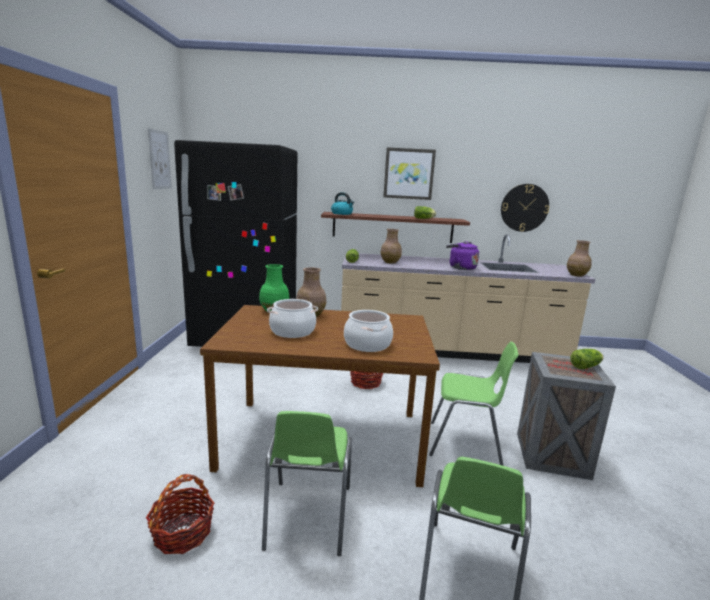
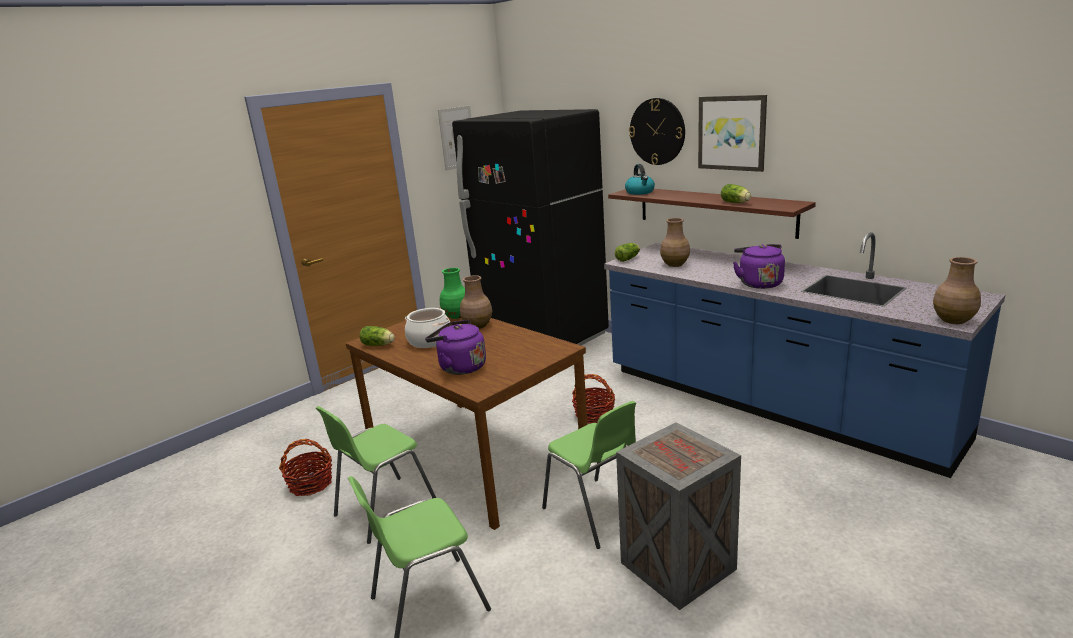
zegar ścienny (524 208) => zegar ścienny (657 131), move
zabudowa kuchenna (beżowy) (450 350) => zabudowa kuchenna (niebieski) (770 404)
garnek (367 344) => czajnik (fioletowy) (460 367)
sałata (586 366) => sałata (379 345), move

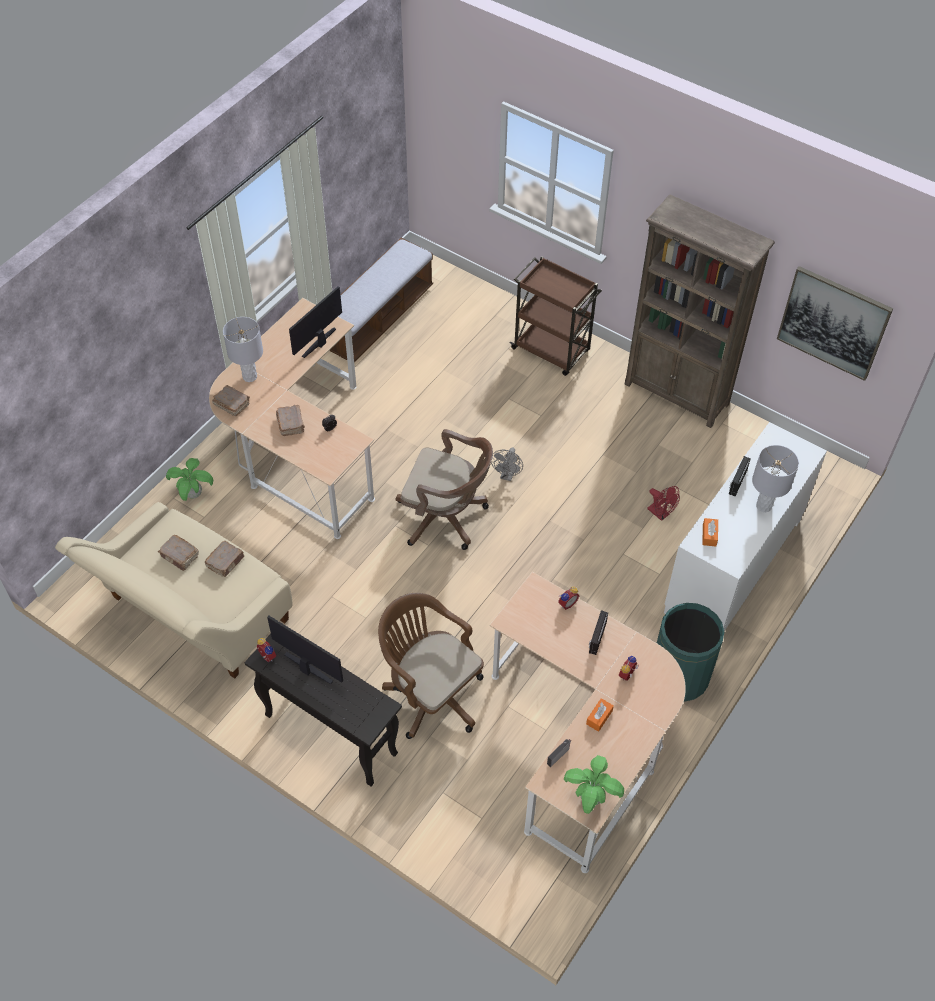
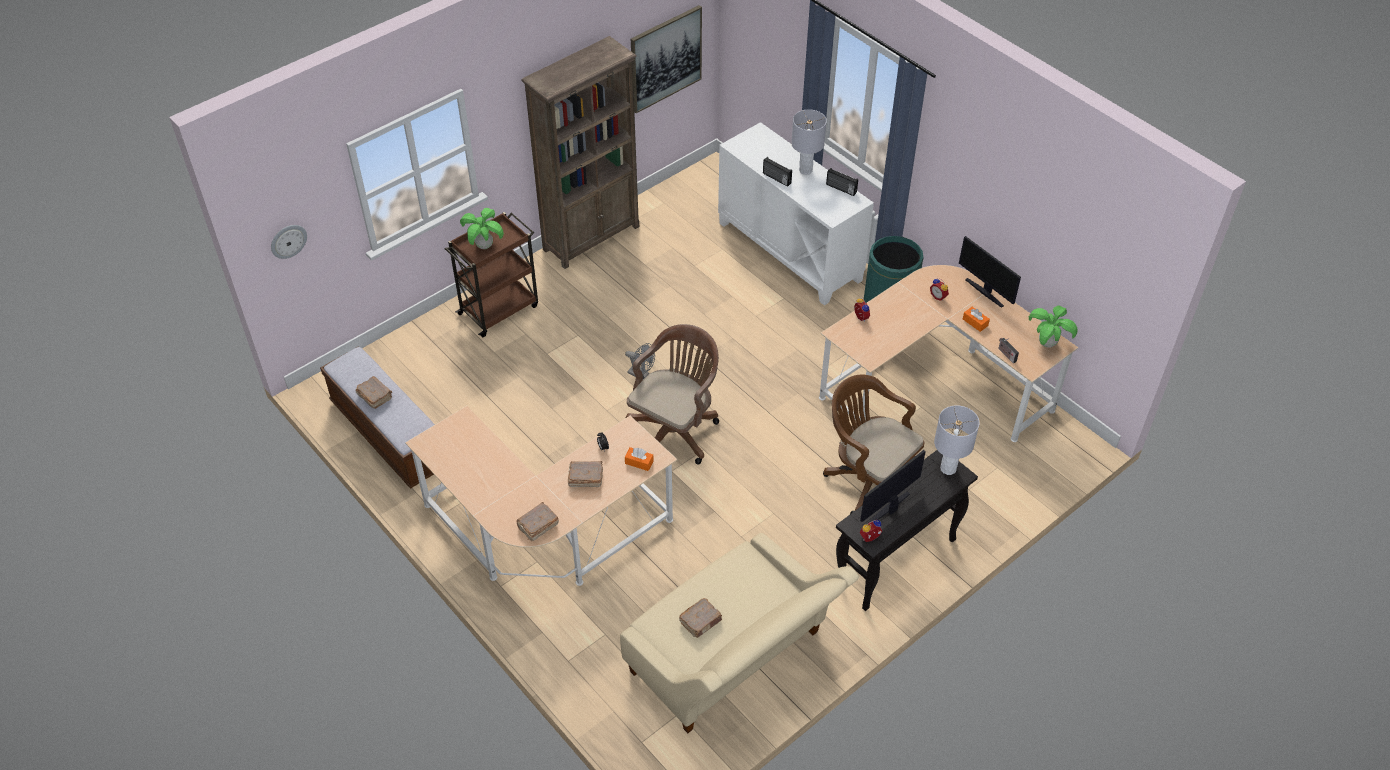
monitor (320 343) => monitor (985 292), move
lampa stołowa (szary) (250 377) => lampa stołowa (szary) (948 468), move
roślina doniczkowa (193 494) => roślina doniczkowa (484 246), move
wentylator (czerwony) (661 514) => nothing
pudełko chusteczek (pomarańczowy) (709 535) => pudełko chusteczek (pomarańczowy) (639 462), move
książka (brązowy) (226 562) => książka (brązowy) (375 396), move
krzesło biurowe (brązowy) (430 693) => krzesło biurowe (brązowy) (868 479), 75 degrees clockwise
radio (596 638) => radio (841 189), move
nothing => zegar ścienny (288 241)

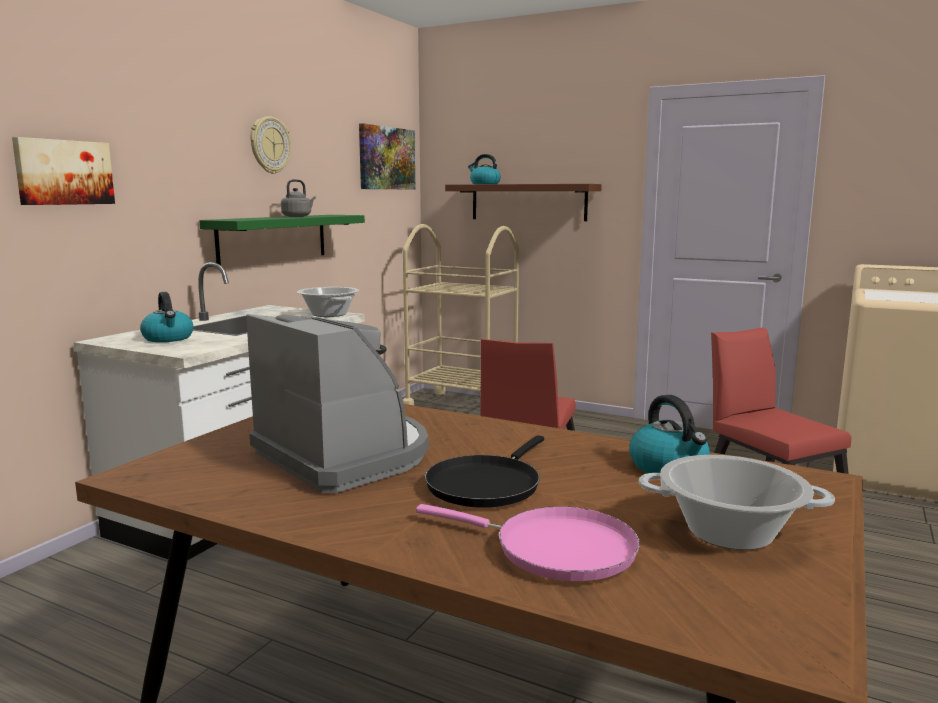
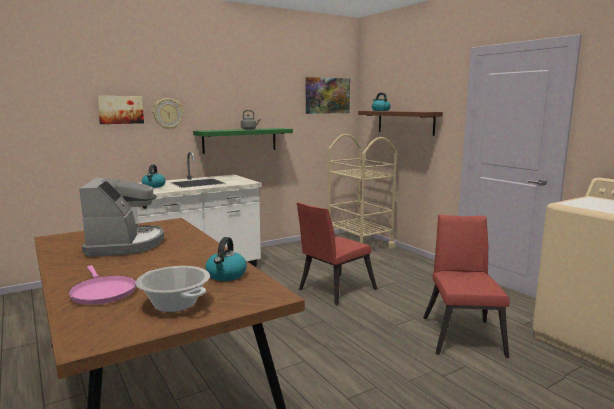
zegar ścienny (269 145) => zegar ścienny (168 114), move
garnek (329 314) => nothing
patelnia (czarny) (486 484) => nothing

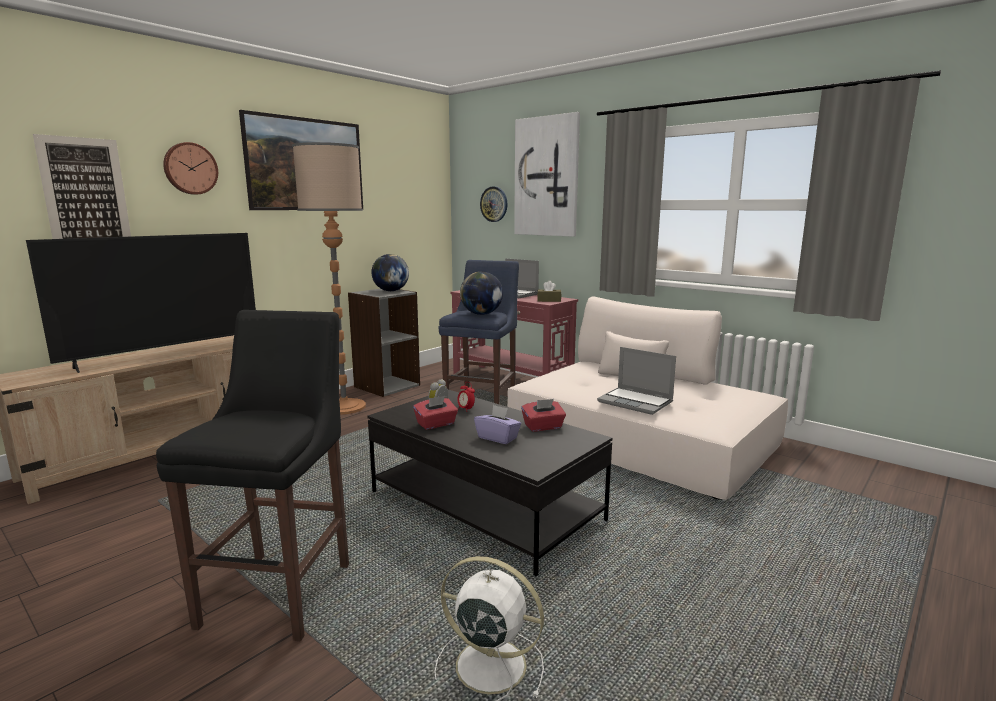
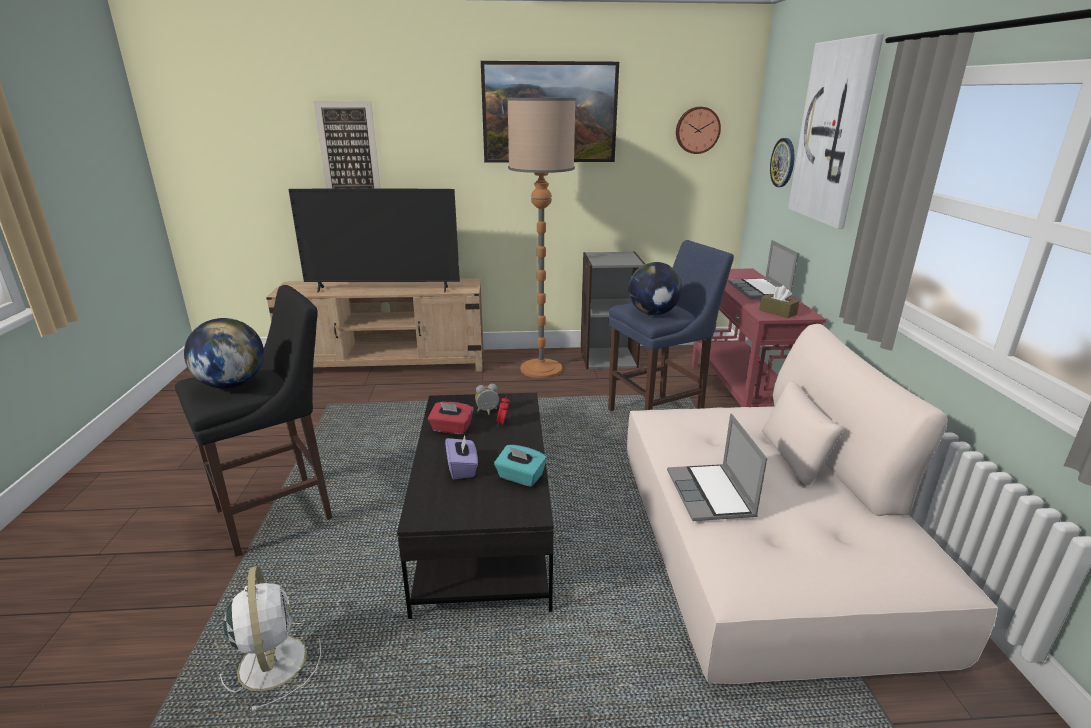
zegar ścienny (190 168) => zegar ścienny (697 130), move
globus (391 291) => globus (232 385), move
pudełko chusteczek (czerwony) (543 427) => pudełko chusteczek (turkusowy) (520 477)

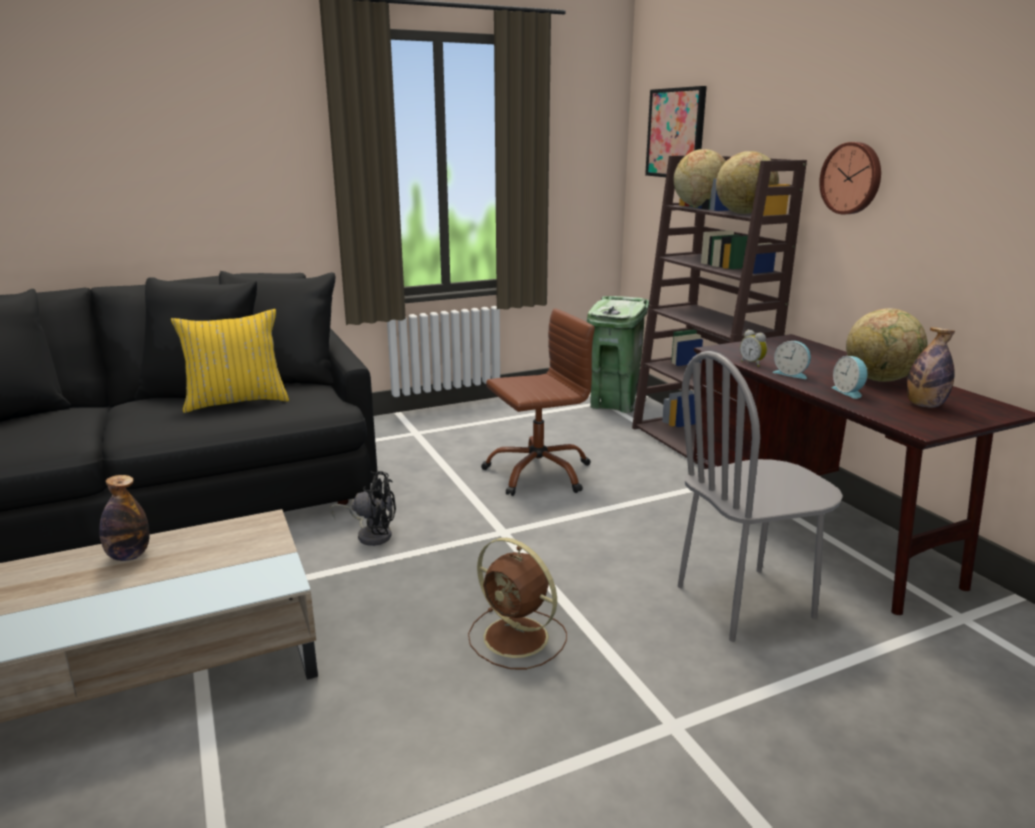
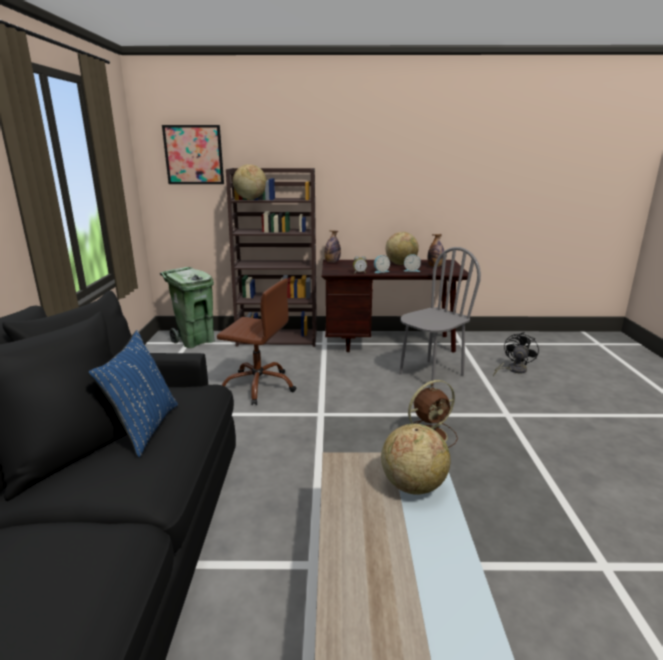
zegar ścienny (852 178) => nothing
globus (744 213) => globus (413 485), move
krzesło biurowe (brązowy) (538 473) => krzesło biurowe (brązowy) (259 386), 105 degrees clockwise
poduszka (żółty) (236 402) => poduszka (niebieski) (144 428)
krzesło (szary) (745 602) => krzesło (szary) (430 374), 135 degrees counterclockwise
wentylator (czarny) (371 534) => wentylator (czarny) (513 370), move
butelka (129 556) => butelka (332 262), move

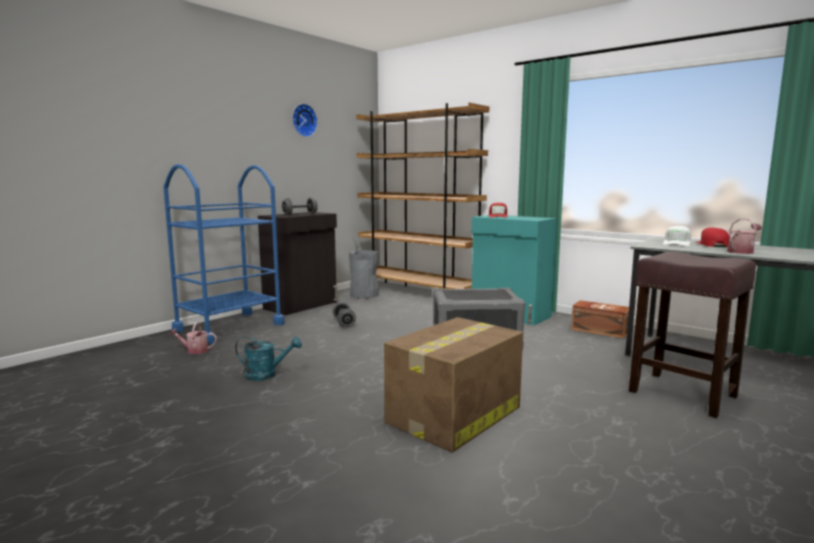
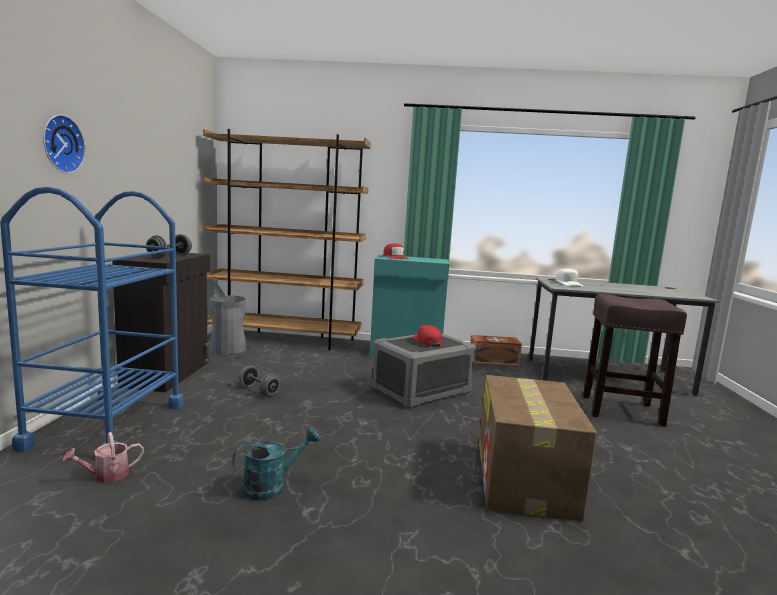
zegar ścienny (303 120) => zegar ścienny (60 144), move
konewka (742 251) => nothing
czapka z daszkiem (czerwony) (712 245) => czapka z daszkiem (czerwony) (426 341), move

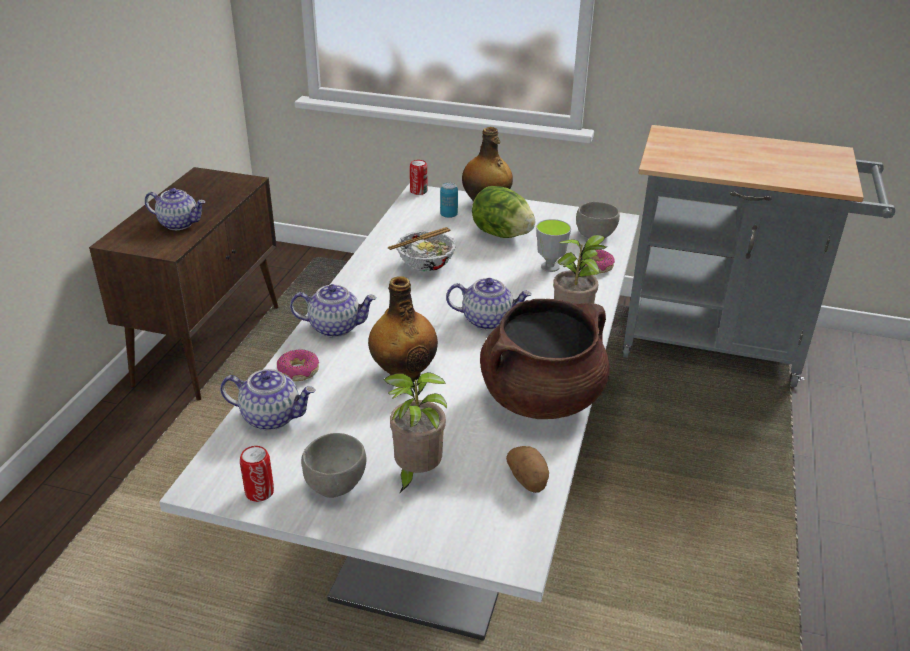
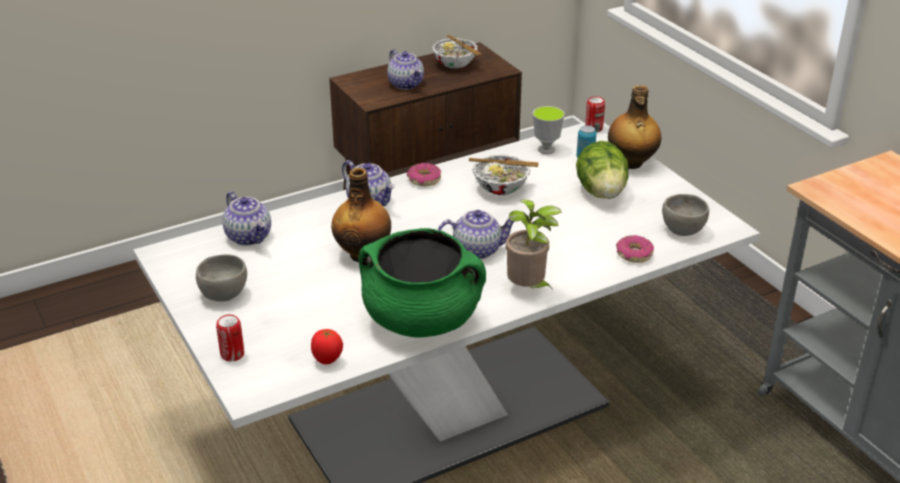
filiżanka (550 267) => filiżanka (546 150), move
imbryk (488 320) => imbryk (477 250), 60 degrees counterclockwise
garnek (brązowy) (541 398) => garnek (zielony) (422 319)
donut (298 372) => donut (424 180), move
roślina doniczkowa (416 474) => nothing
puszka (259 492) => puszka (232 354), move
ziemniak (528 480) => pomidor (327 360)
nothing => miska (455 64)

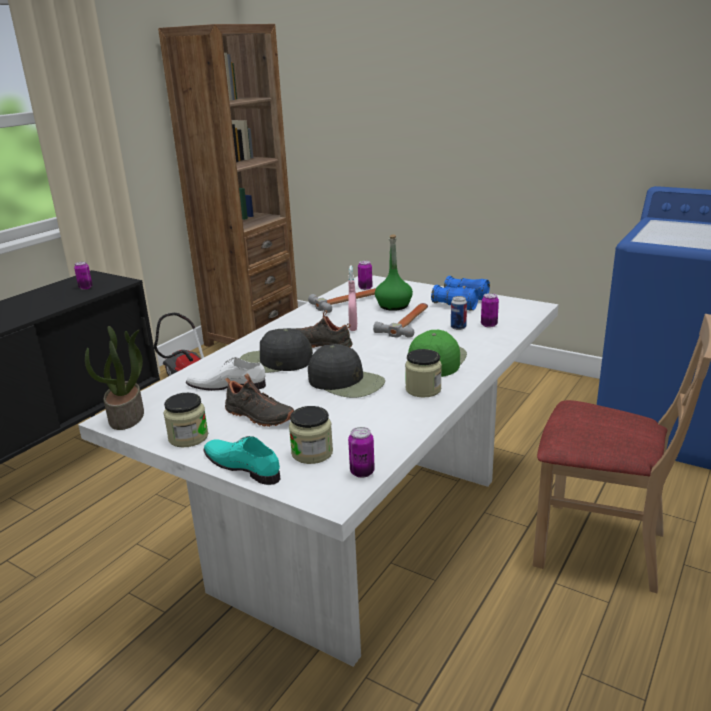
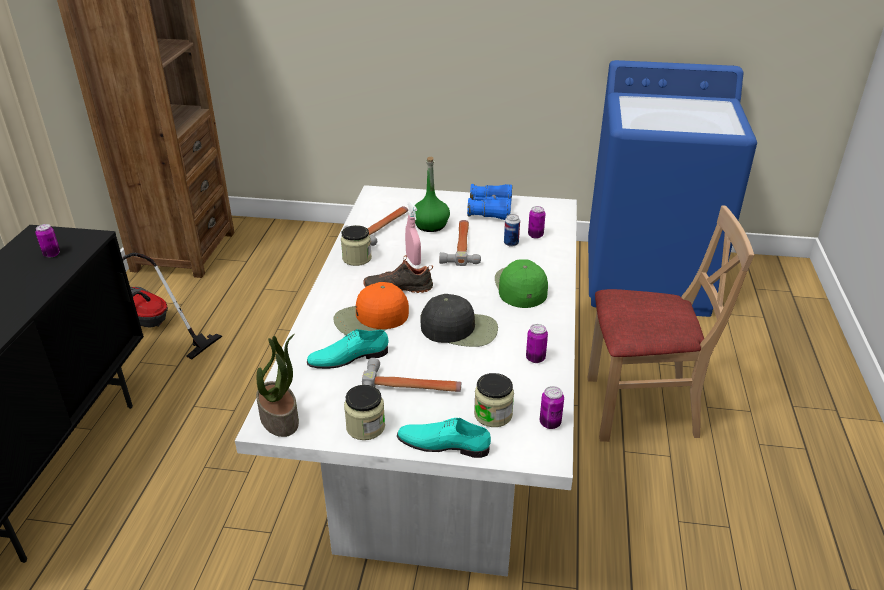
puszka (365 288) => puszka (535 358), move
czapka z daszkiem (czarny) (274 362) => czapka z daszkiem (pomarańczowy) (371 319)
słoik (423 389) => słoik (357 258), move
but (biały) (227 385) => but (turkusowy) (348 357)
but (czarny) (258 417) => młotek (412 387)

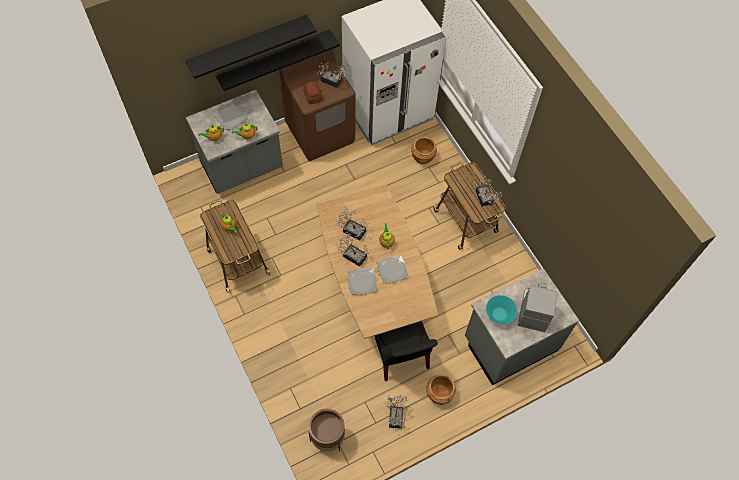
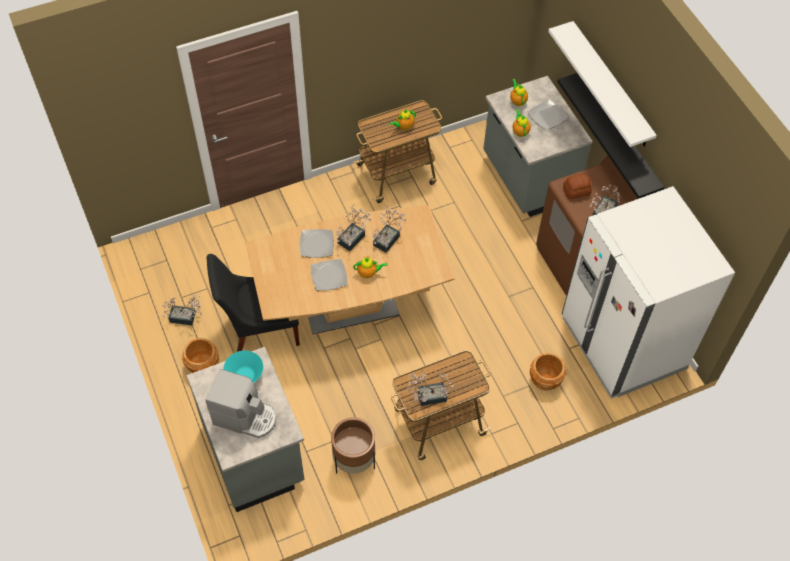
półka (czarny) (248 44) => półka (biały) (611 85)
donica (brązowy) (327 437) => donica (brązowy) (354 461), move

